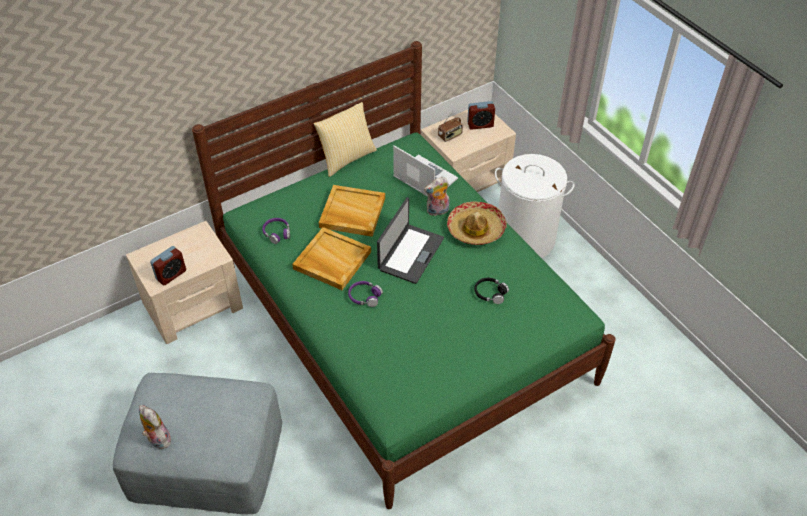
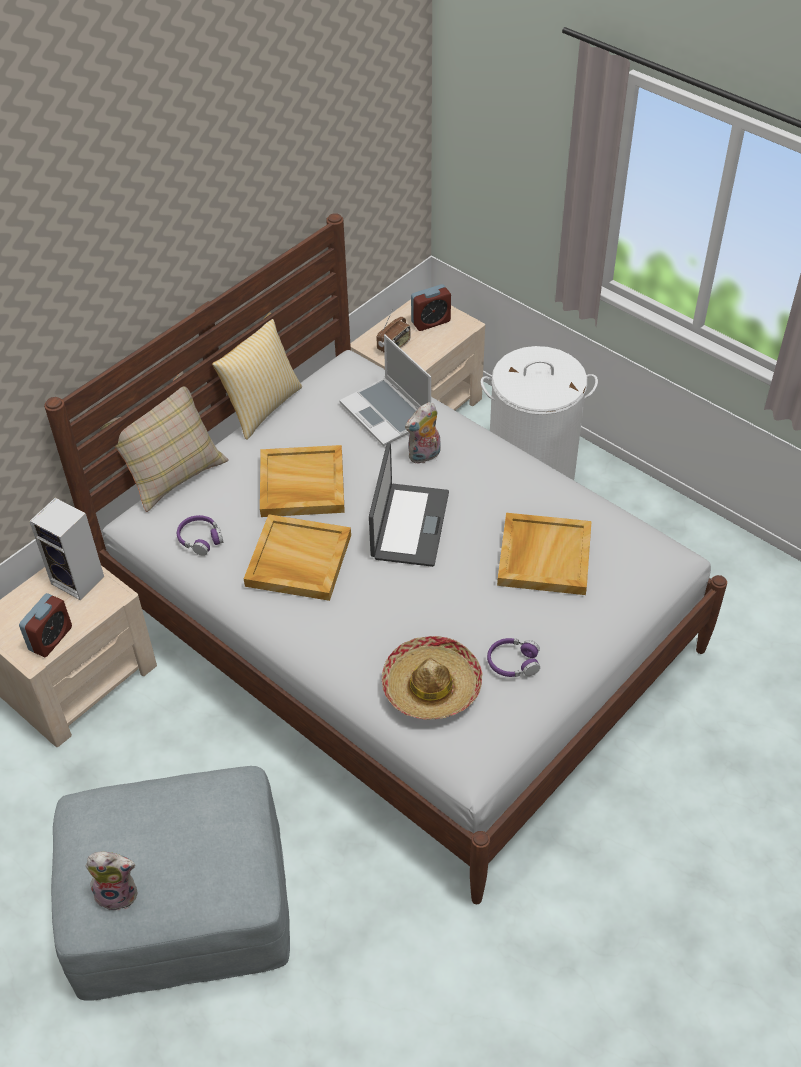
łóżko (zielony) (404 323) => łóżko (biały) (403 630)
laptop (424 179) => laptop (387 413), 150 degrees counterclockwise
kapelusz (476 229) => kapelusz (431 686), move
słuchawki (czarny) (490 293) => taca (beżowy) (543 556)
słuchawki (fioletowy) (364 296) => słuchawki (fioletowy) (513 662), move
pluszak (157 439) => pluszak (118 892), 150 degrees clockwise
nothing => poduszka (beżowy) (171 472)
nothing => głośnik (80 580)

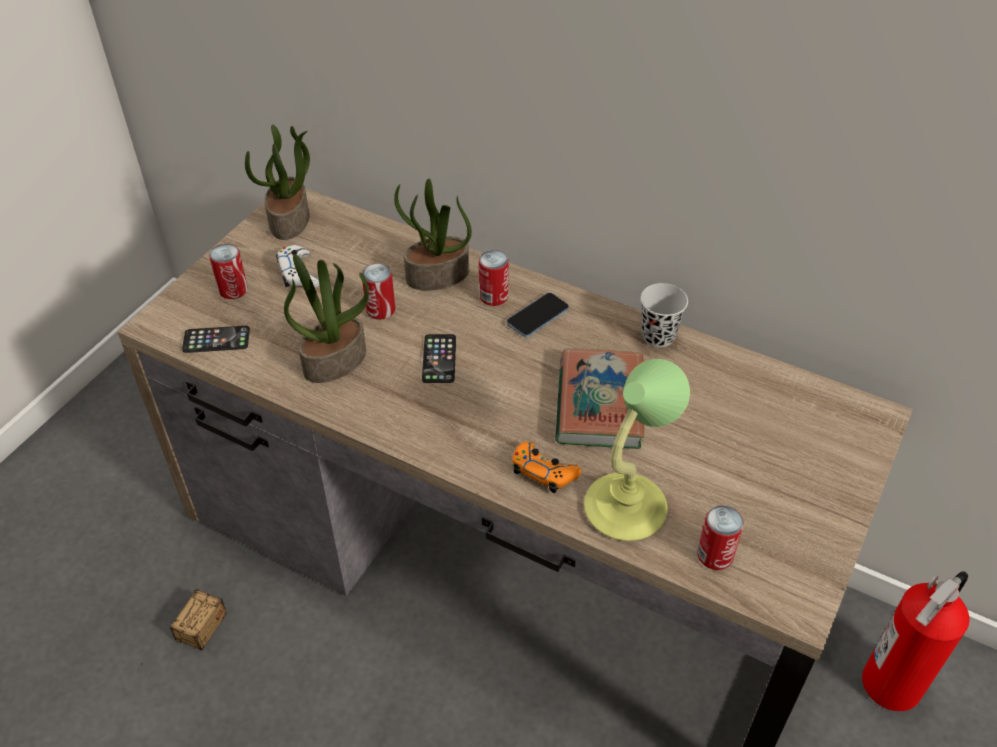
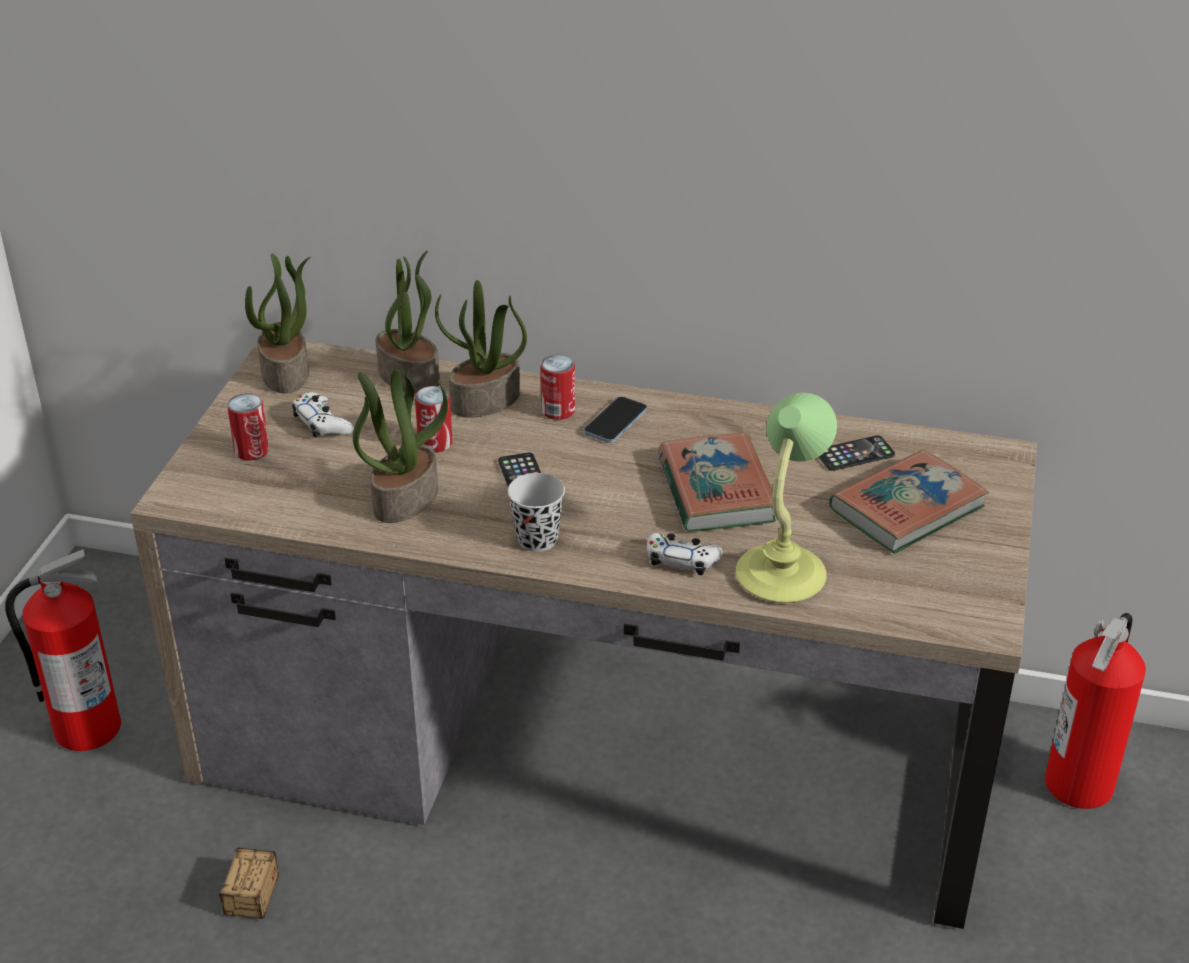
filiżanka (czarny) (658 336) => filiżanka (czarny) (537 539), move
telefon (216 340) => telefon (855 454), move
pad do gier (pomarańczowy) (543 472) => pad do gier (biały) (682 560)
puszka (715 555) => nothing
nothing => roślina doniczkowa (410 377)
nothing => książka (907 508)
nothing => gaśnica (86 728)

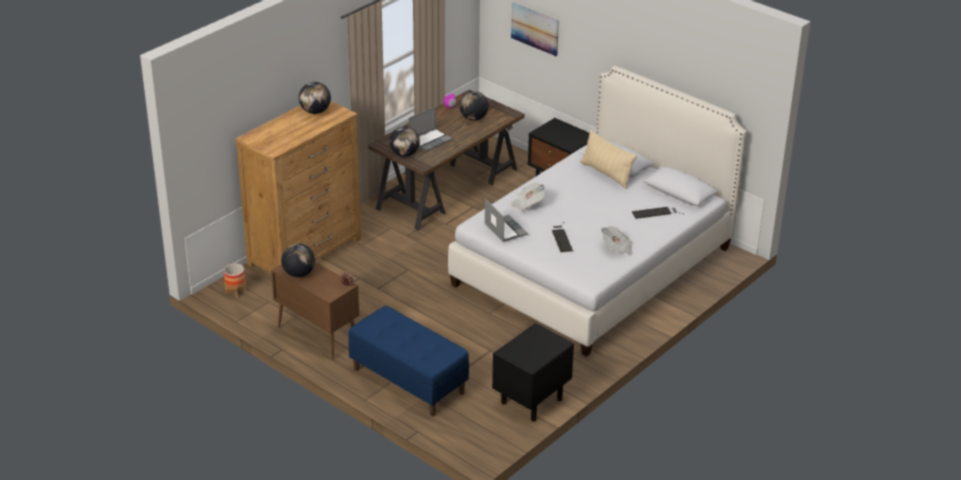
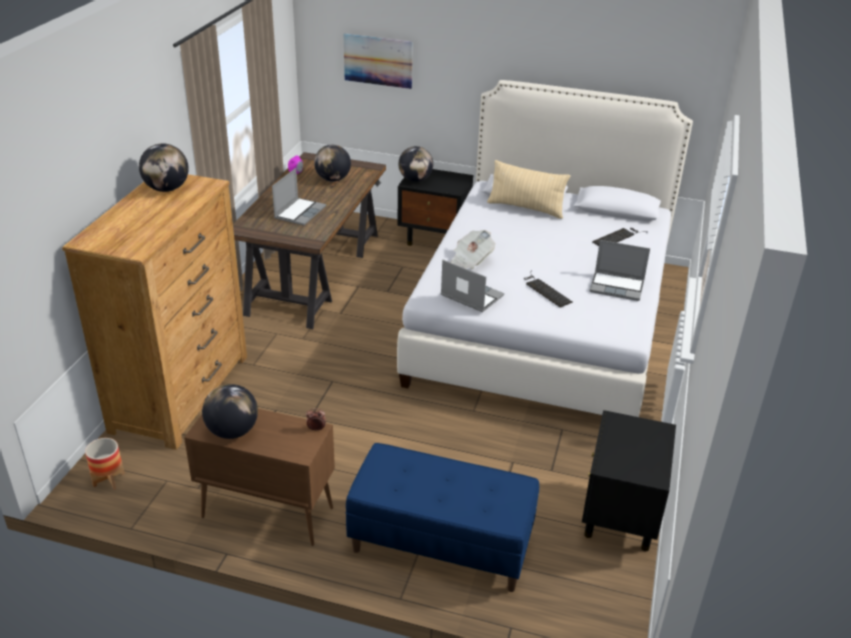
globus (404 154) => globus (415 179), move
gazeta (617 248) => laptop (617 287)

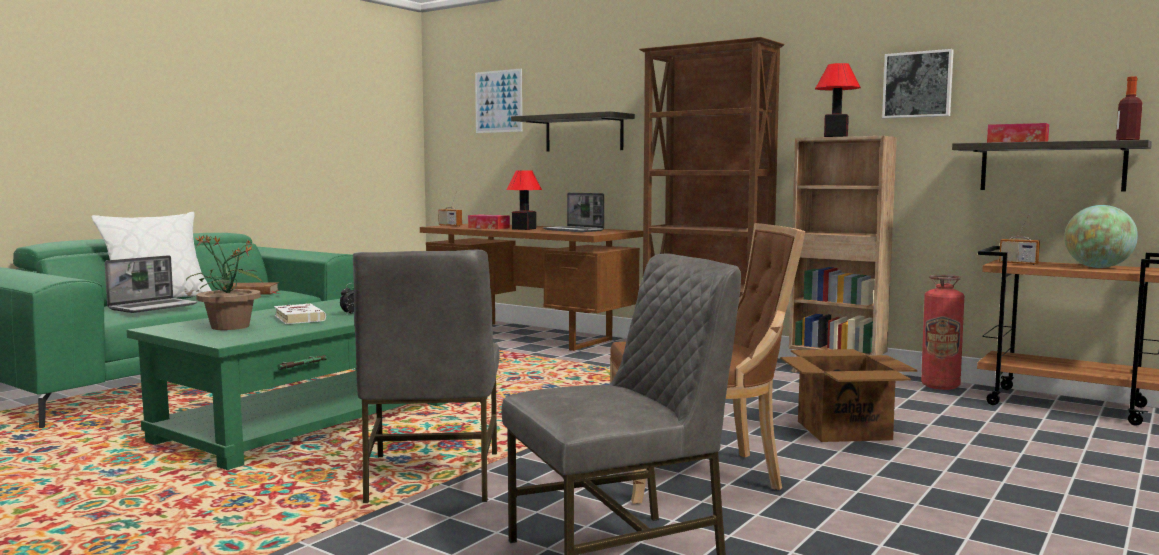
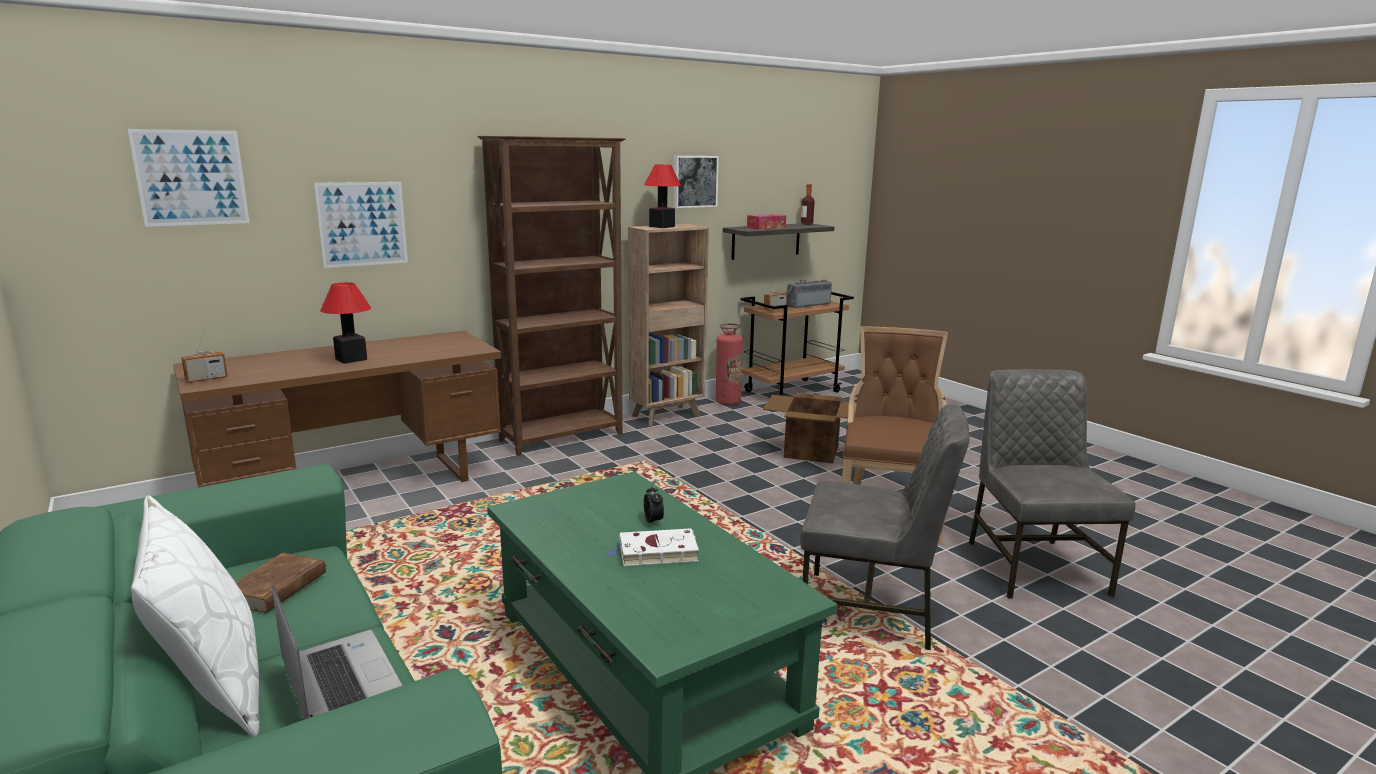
półka (584 133) => obraz (362 224)
laptop (574 230) => nothing
globus (1098 267) => radio (806 304)
pudełko chusteczek (488 228) => nothing
roślina doniczkowa (230 327) => nothing

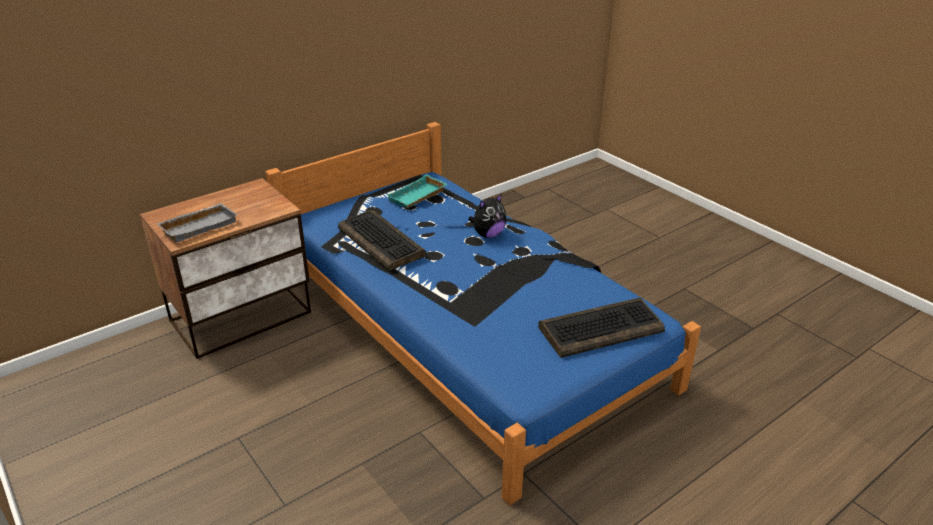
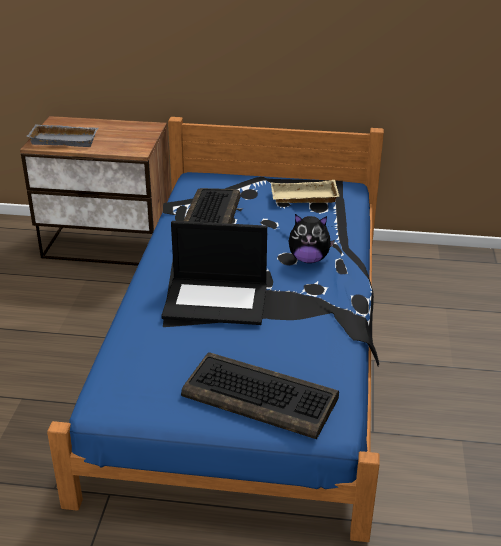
taca (turkusowy) (418 197) => taca (beżowy) (303 198)
nothing => laptop (217 300)

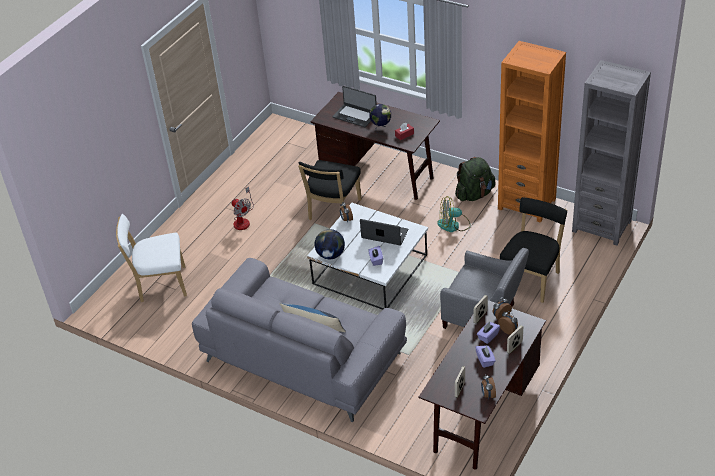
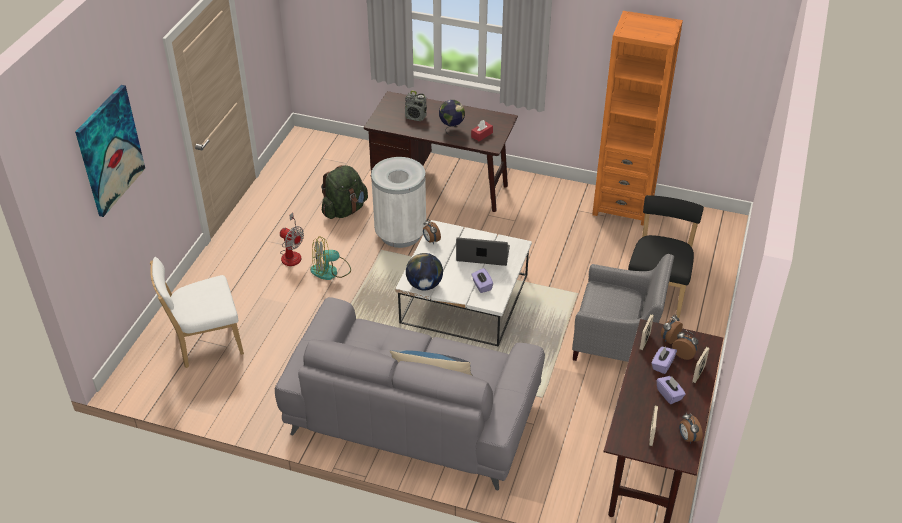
regał (szary) (601 226) => nothing
laptop (355 115) => radio (416 117)
plecak (zielony) (474 194) => plecak (zielony) (345 210), move
krzesło (czarny) (333 211) => kosz na śmieci (biały) (400 234)
wentylator (453 225) => wentylator (330 271), move
nothing => obraz (110 150)

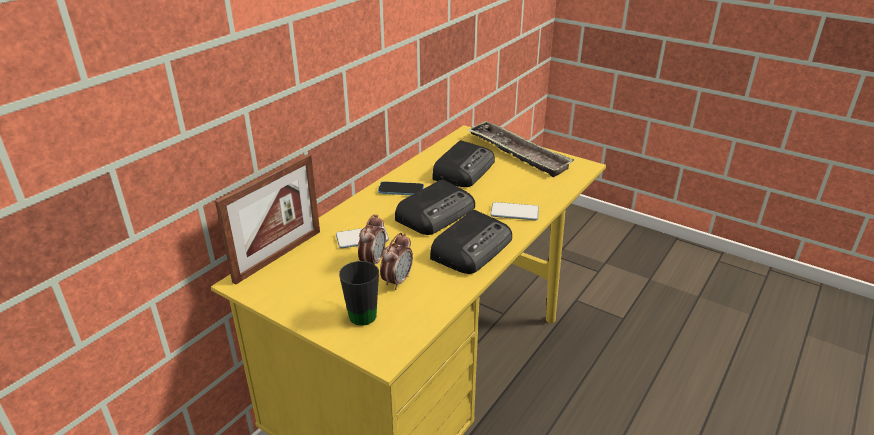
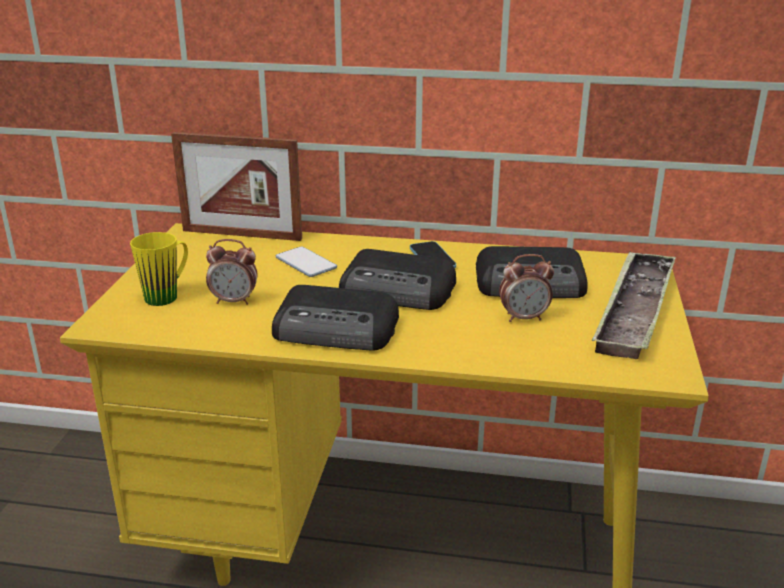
telefon (514 212) => nothing
budzik (373 261) => budzik (524 318), move
kubek (czarny) (359 311) => kubek (żółty) (168 295)

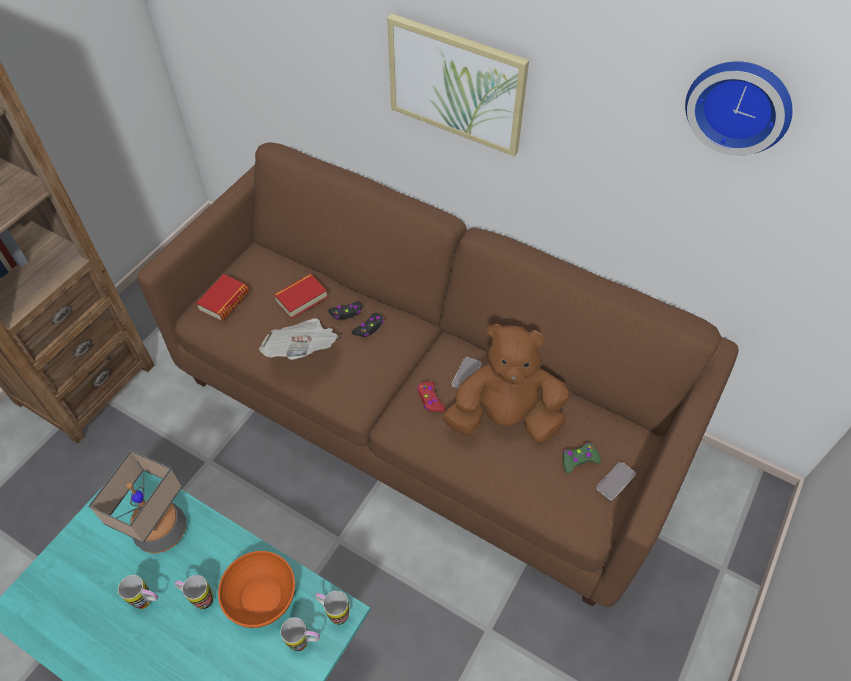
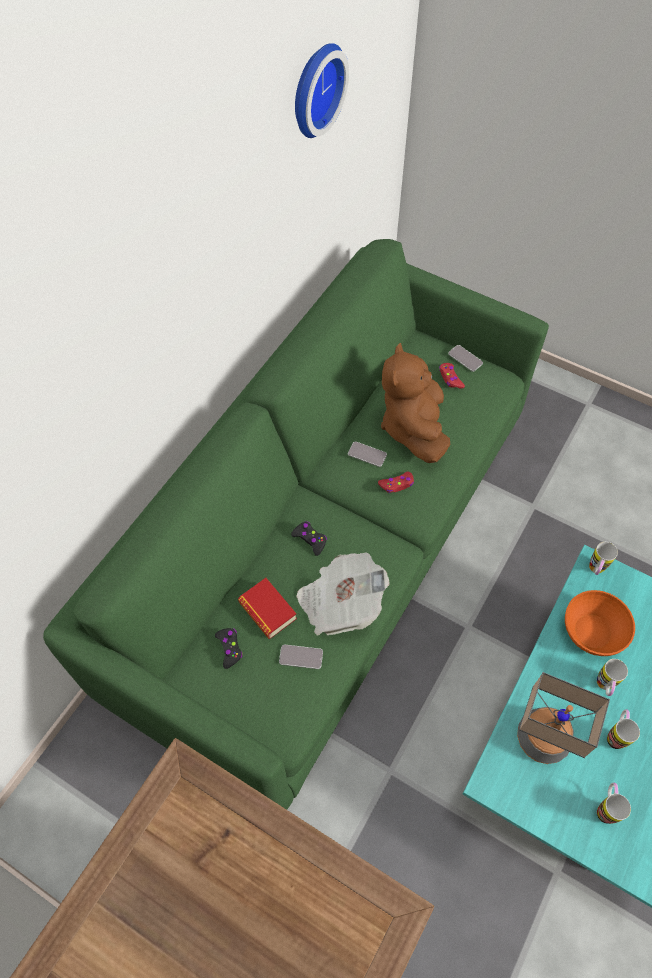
obraz (456 84) => nothing
kanapa (brązowy) (427 411) => kanapa (zielony) (325 550)
książka (224 301) => nothing
pad do gier (czarny) (346 313) => pad do gier (czarny) (229 648), move
pad do gier (zielony) (579 460) => pad do gier (czerwony) (450 378)
kubek (305 643) => kubek (605 807), move
nothing => telefon (301 657)

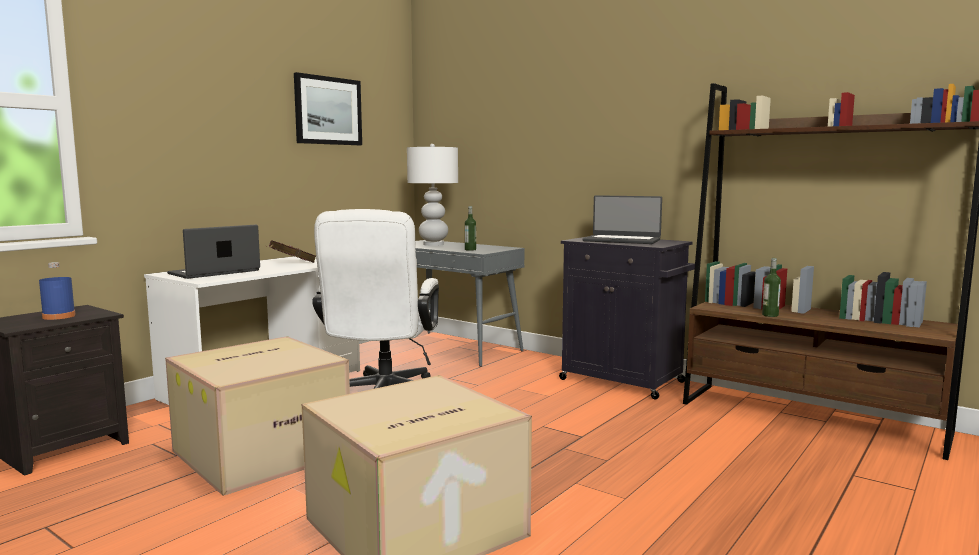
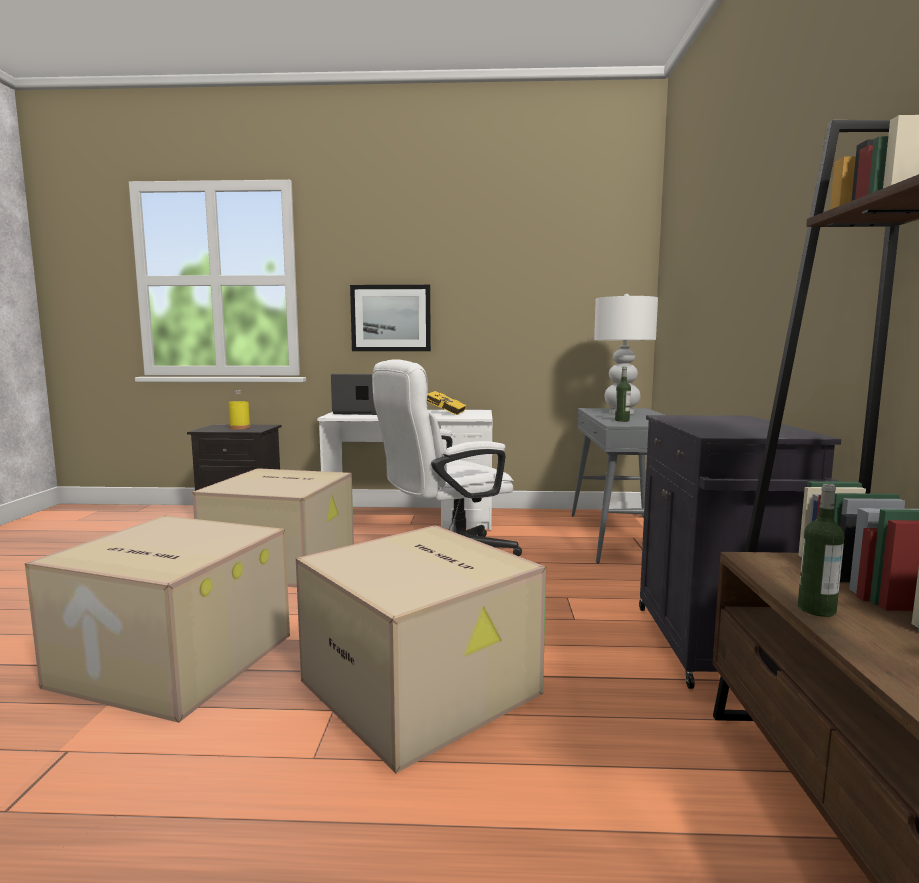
obraz (328 111) => obraz (391 318), move
laptop (622 240) => nothing
książka (czerwony) (290 263) => książka (żółty) (444 413)
butelka (niebieski) (59 316) => butelka (żółty) (240 428)
nothing => karton (423 687)

